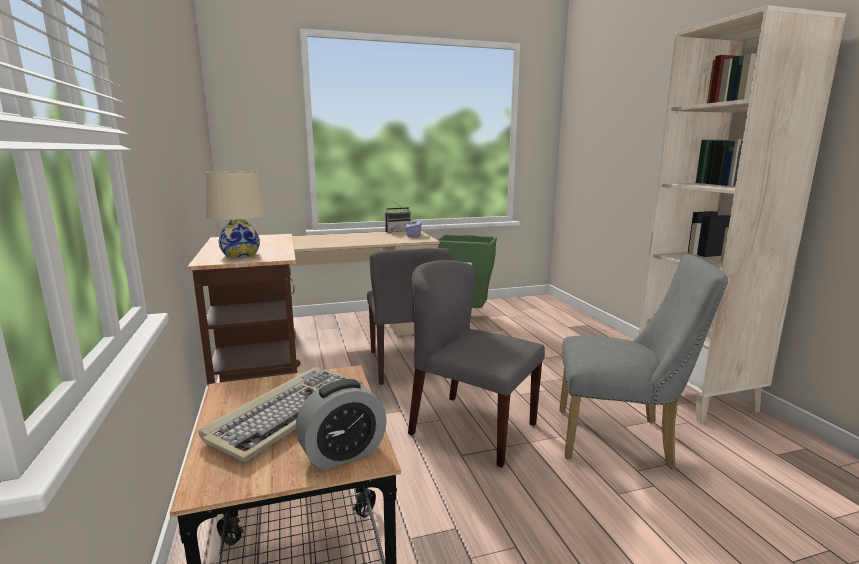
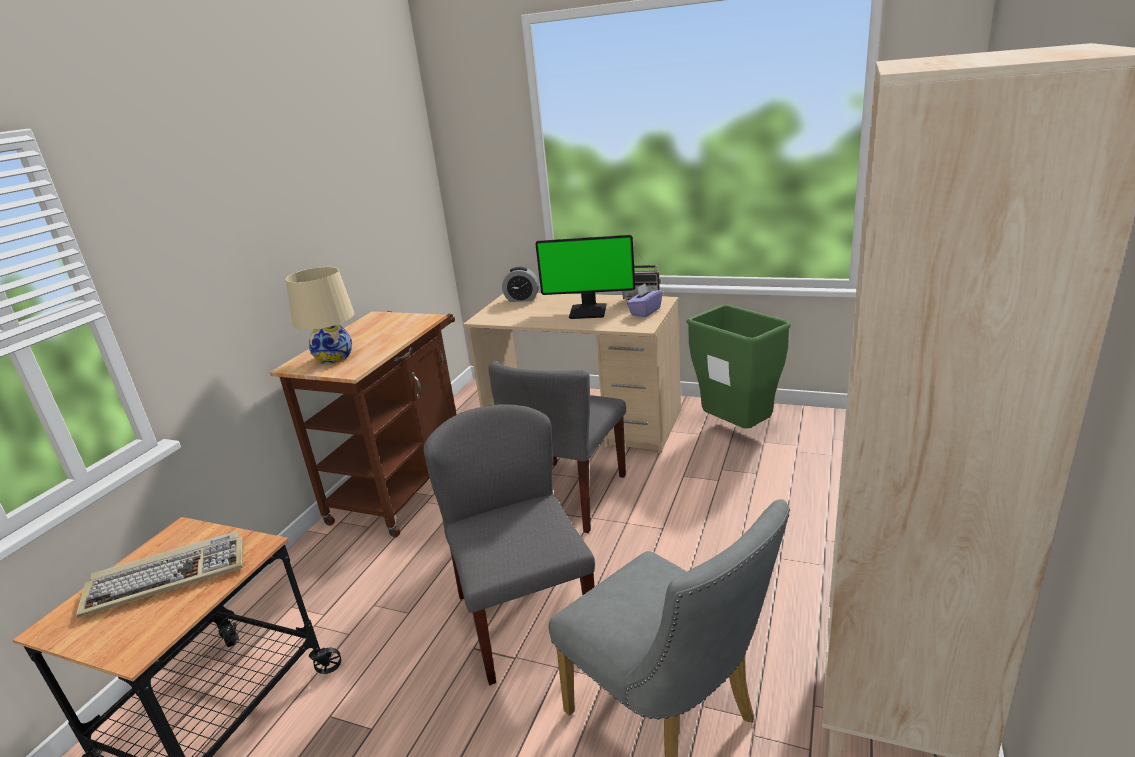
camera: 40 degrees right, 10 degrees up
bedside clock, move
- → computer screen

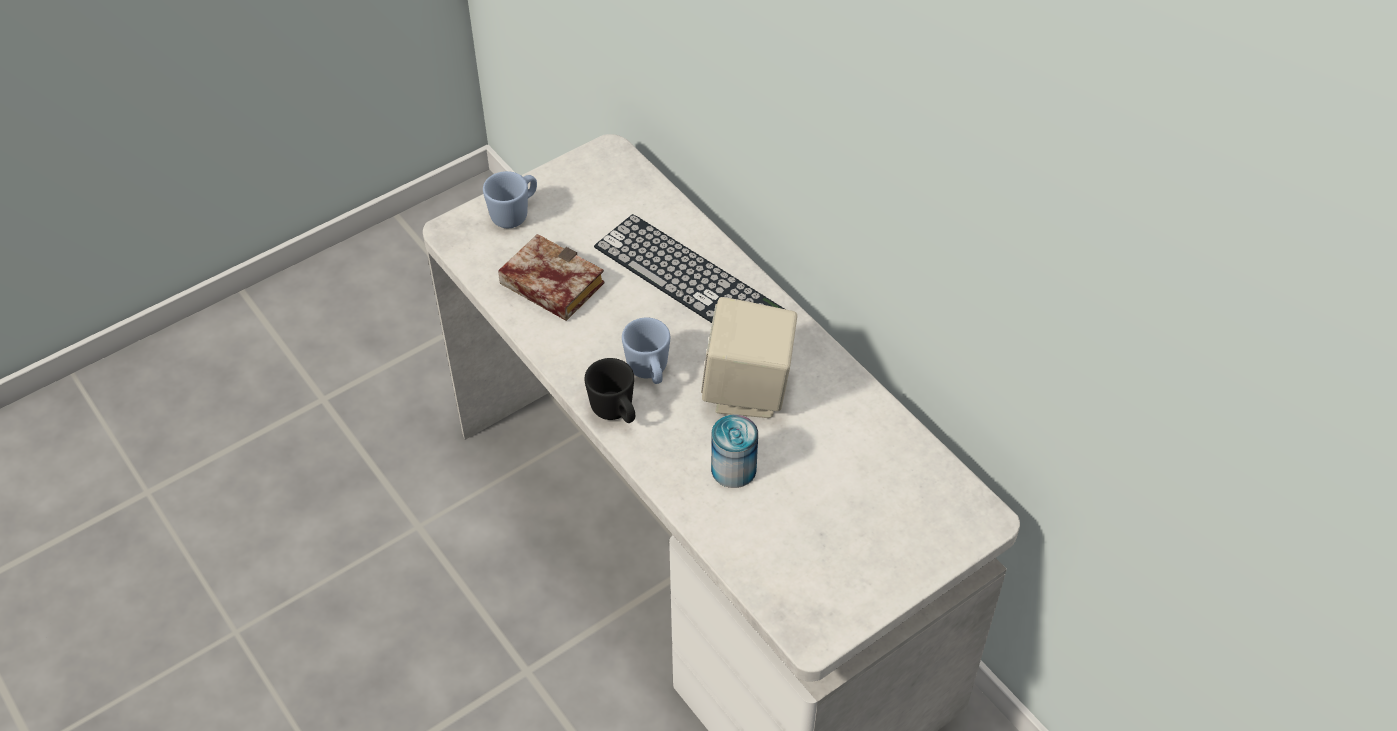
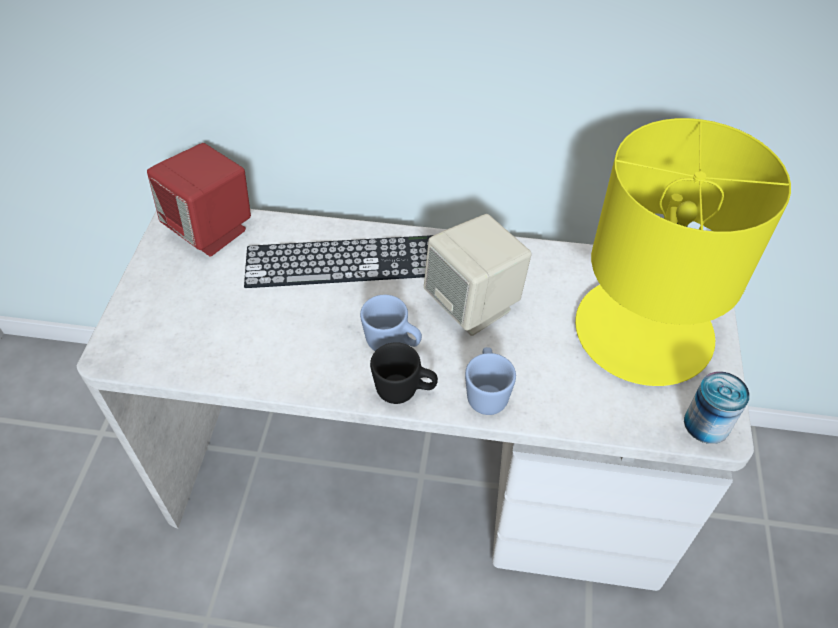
camera: 45 degrees left, 0 degrees up
- → reddish loudspeaker
blue coffee mug (1st from left in the first image) → blue coffee mug (2nd from left), move
- → yellow-coloured lamp for a table
sealed can, move
book → -

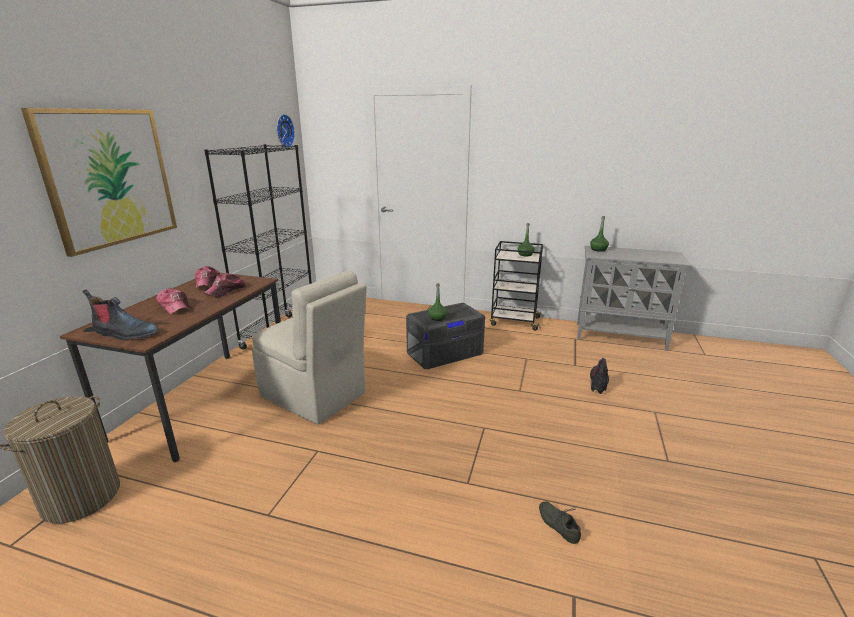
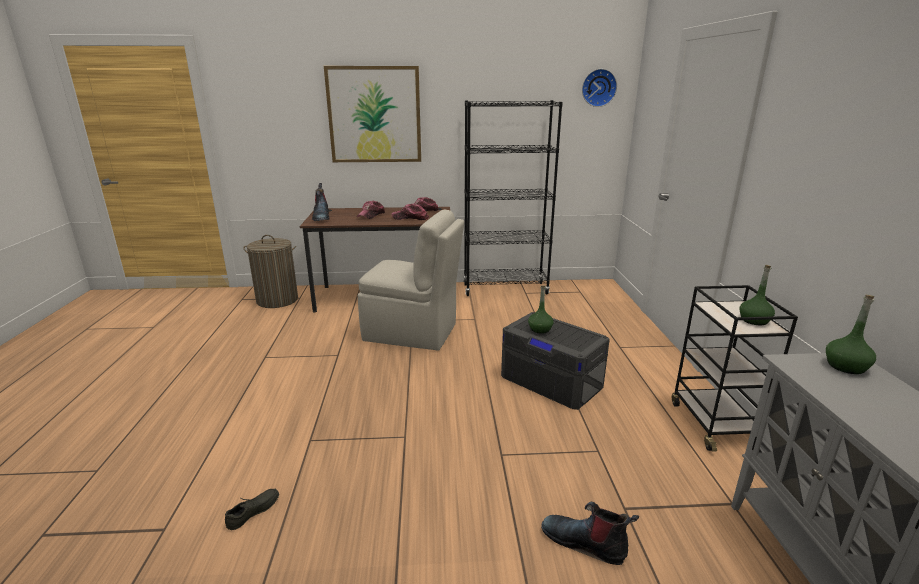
camera: 70 degrees right, 0 degrees up
sand-coloured plain chair, 90 degrees counterclockwise
boot (2nd from left), 150 degrees counterclockwise

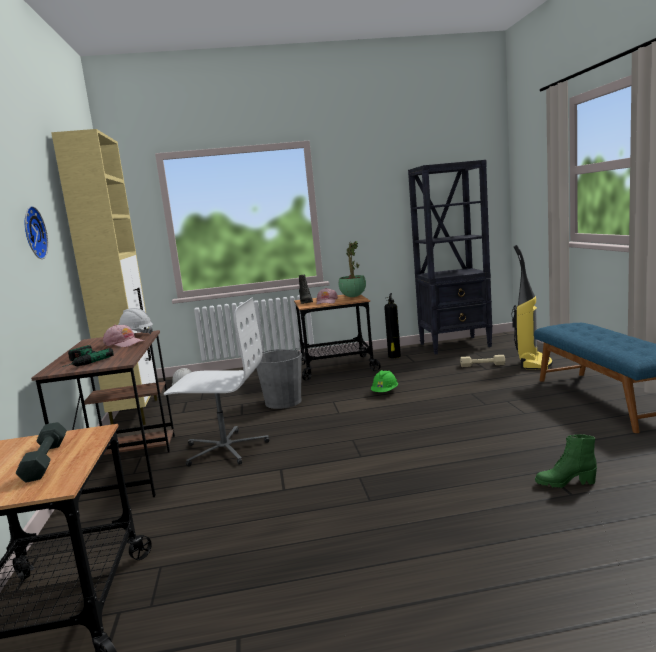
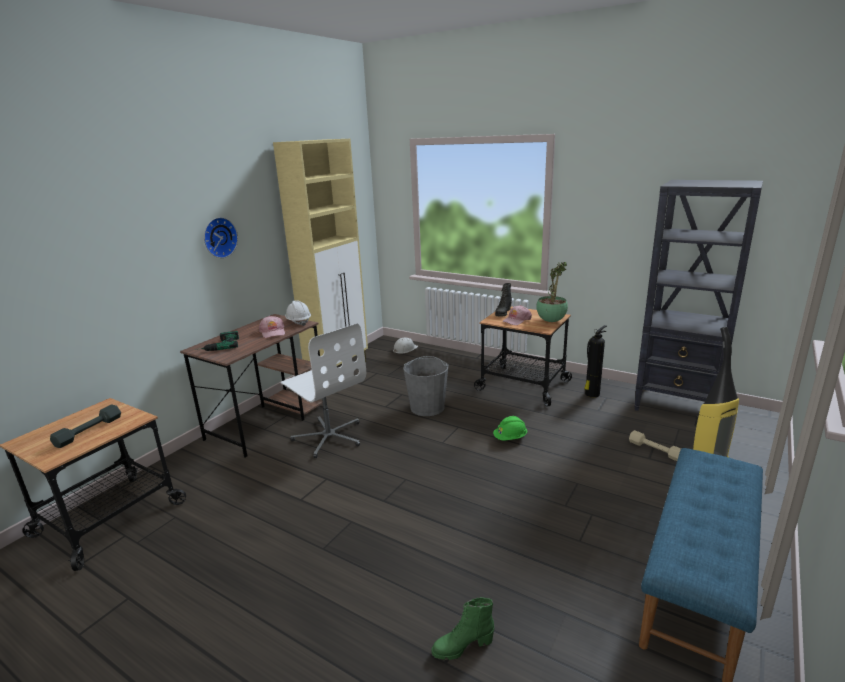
camera: 40 degrees right, 10 degrees up
greenish boot, 60 degrees counterclockwise

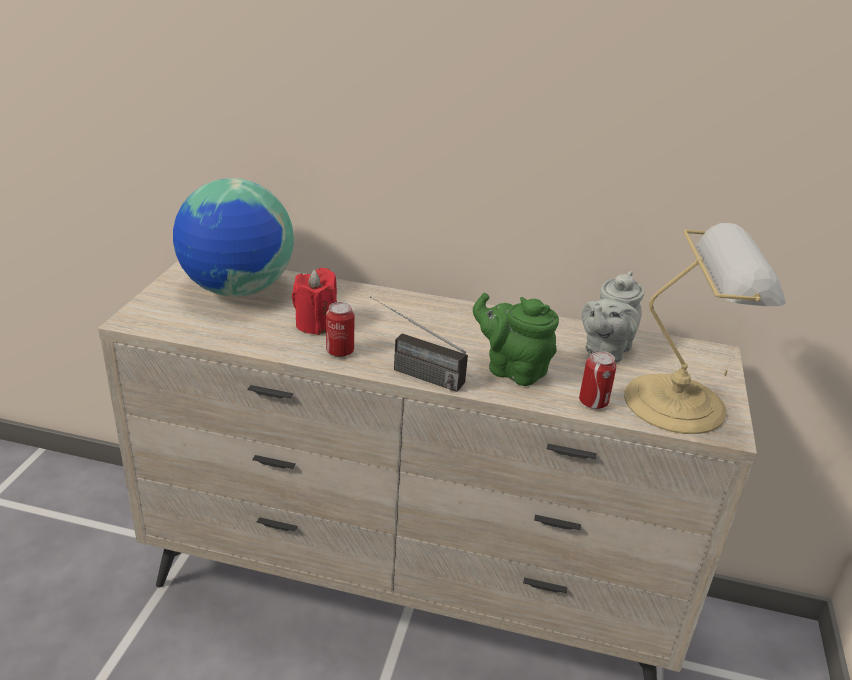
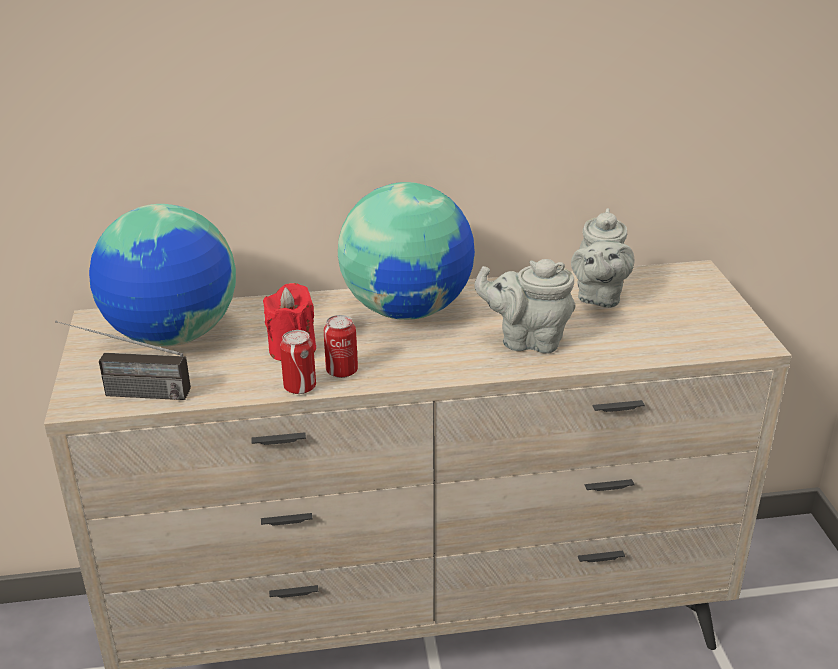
camera: 20 degrees left, 0 degrees up
radio receiver, move
sealed can (2nd from left in the first image) → sealed can (1st from left), move
- → desk globe (2nd from left)
greenish tea pot → greyish tea pot (1st from left)
lamp for a table → -

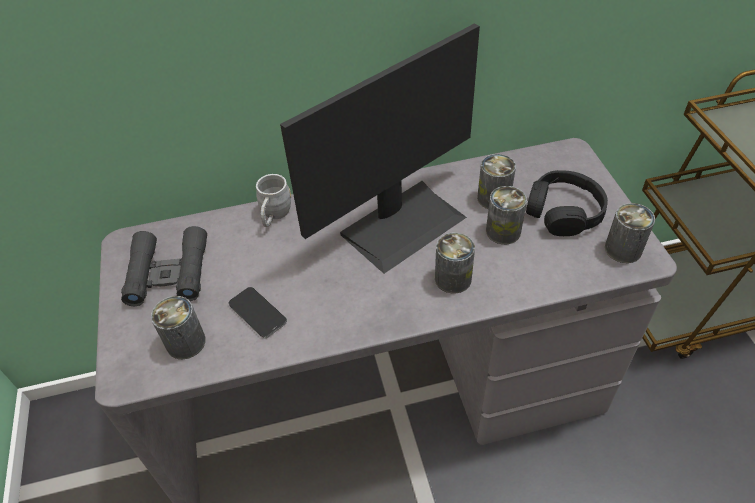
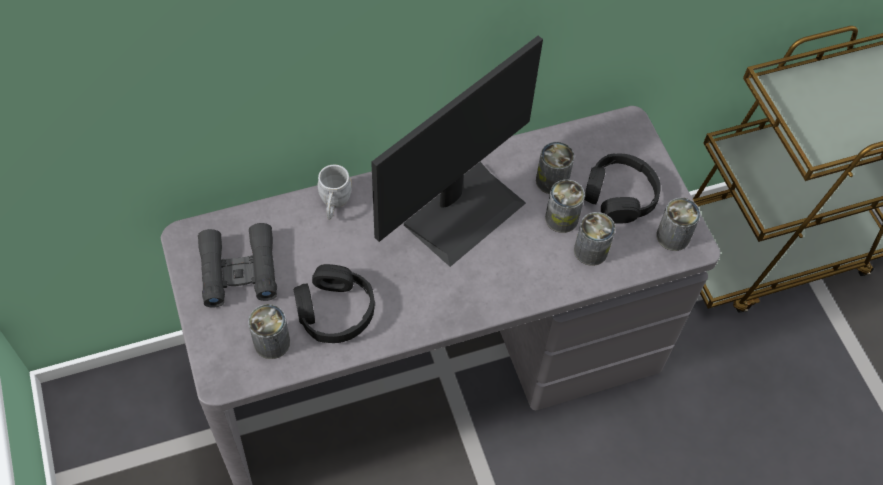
camera: 10 degrees left, 10 degrees up
handset → blackish headphones (1st from left)
sealed can (2nd from left in the first image) → sealed can (4th from left), move

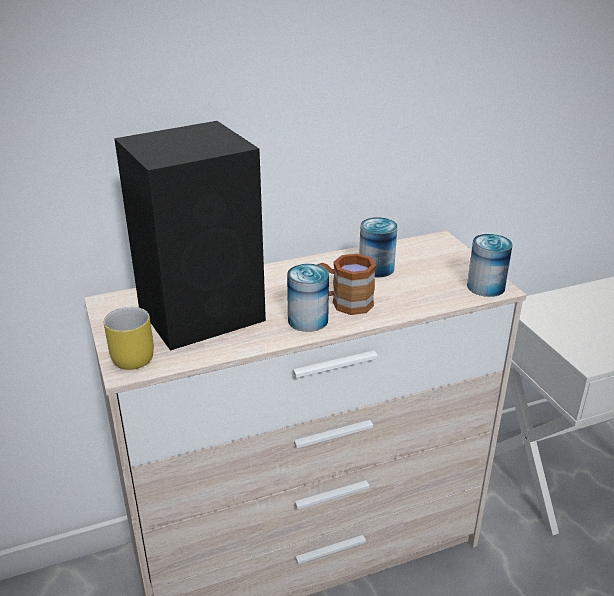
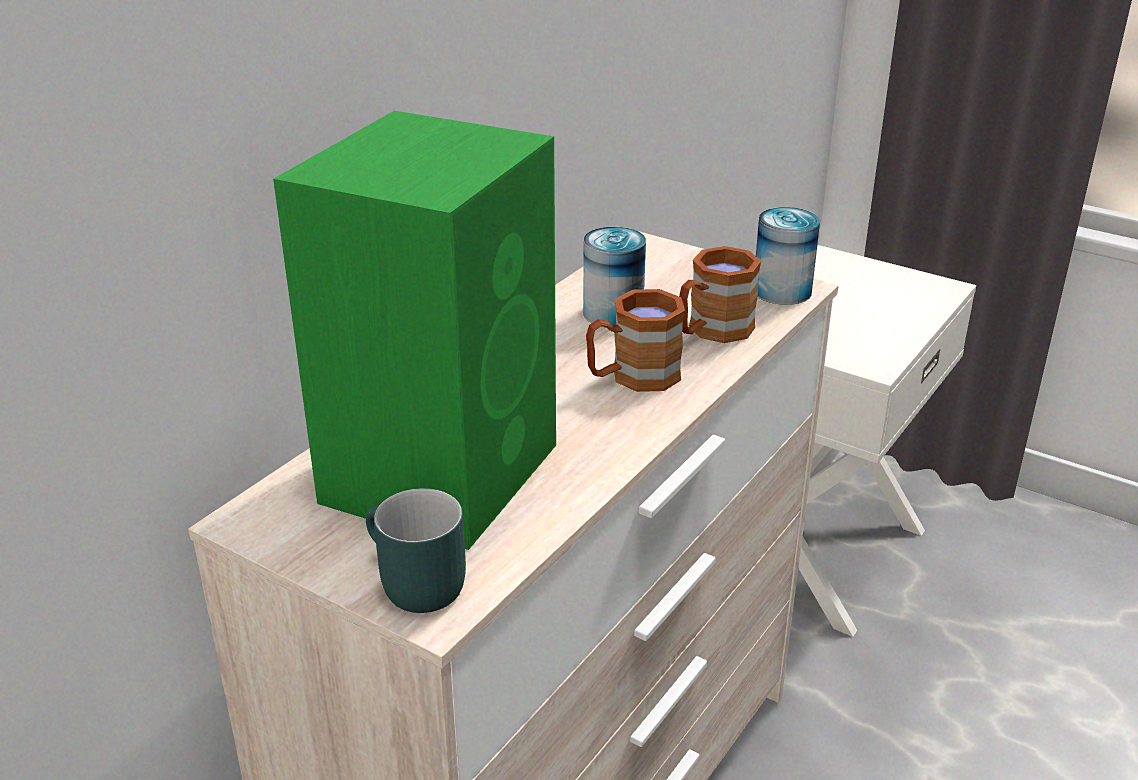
camera: 35 degrees left, 0 degrees up
blackish loudspeaker → greenish loudspeaker
yellow-coloured coffee mug → turquoise coffee mug
- → brownish coffee mug (2nd from left)
sealed can (1st from left) → -

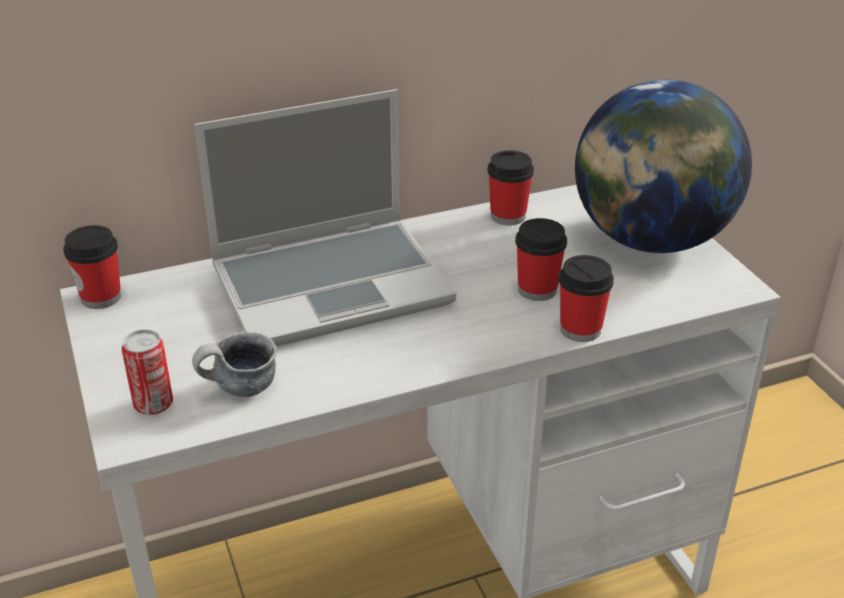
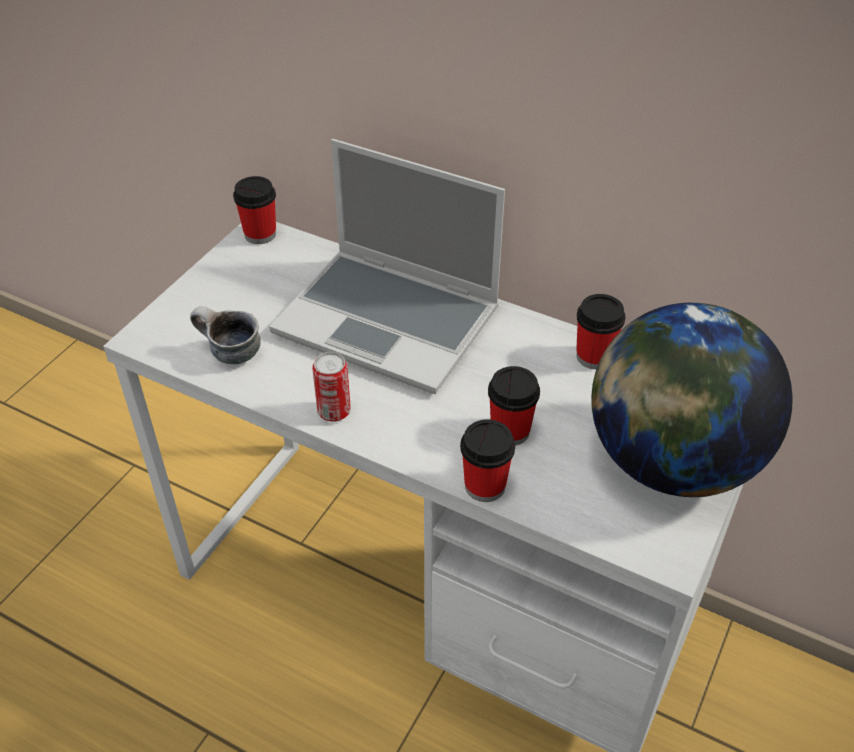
camera: 50 degrees right, 10 degrees up
sealed can, move

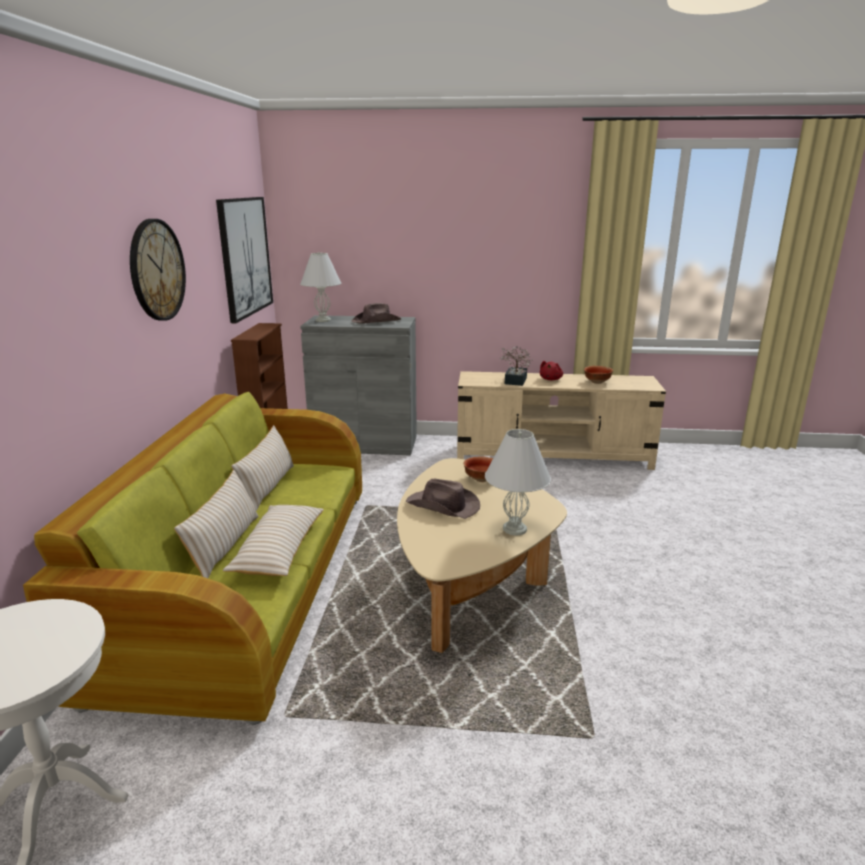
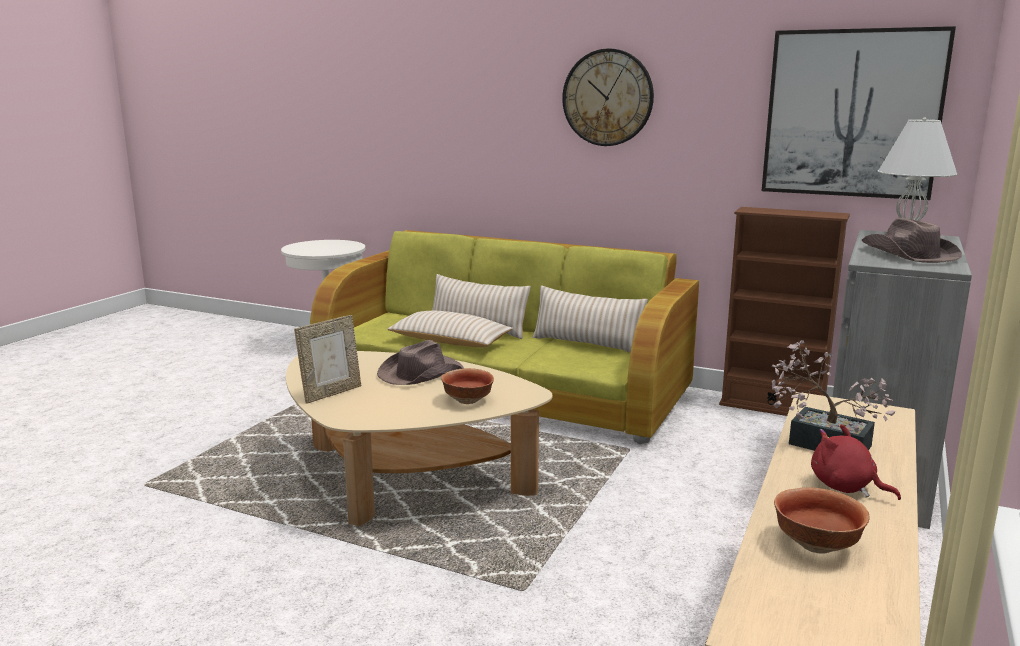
camera: 110 degrees right, 5 degrees down
white-coloured lamp for a table (2nd from left) → standing frame

